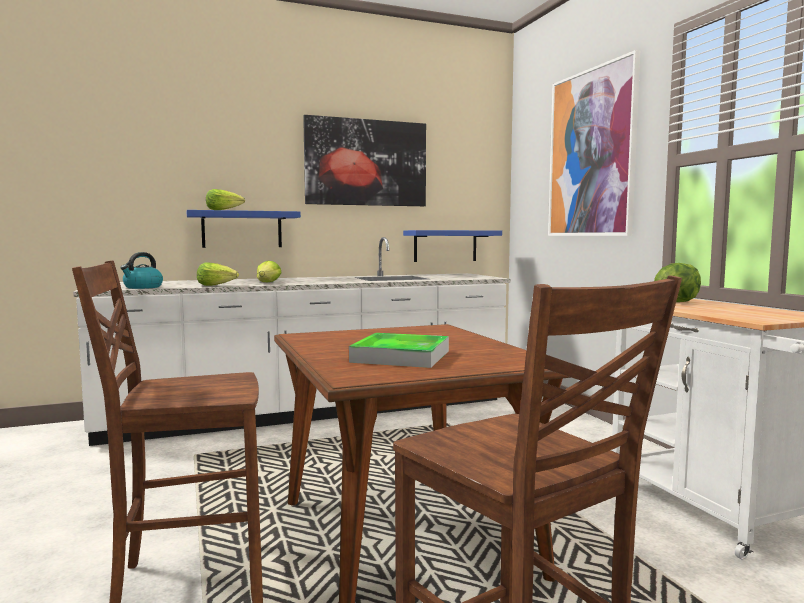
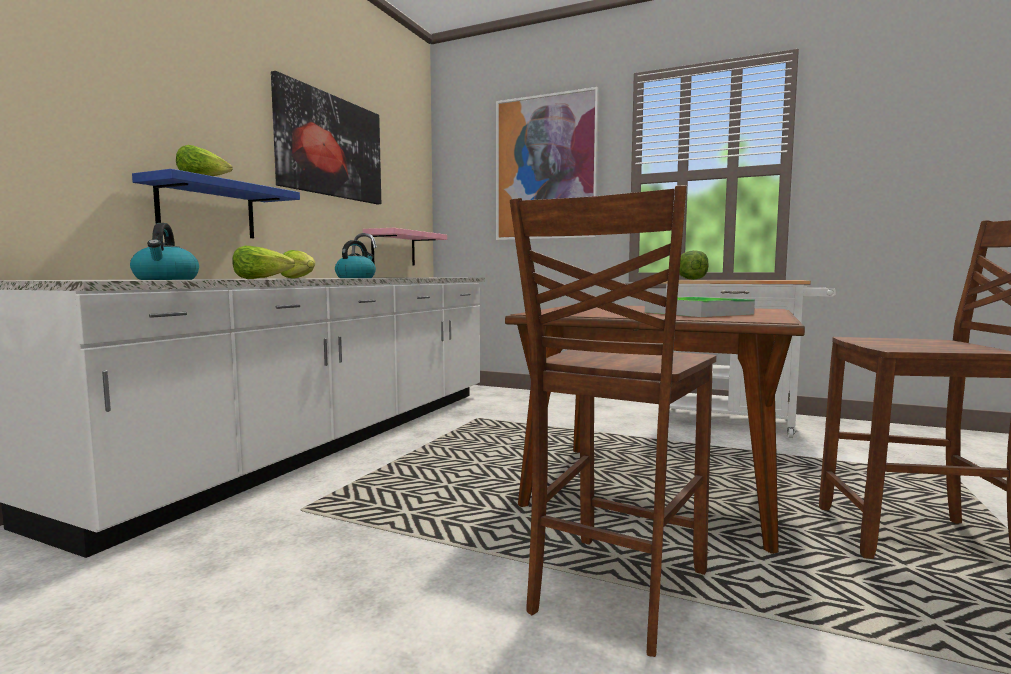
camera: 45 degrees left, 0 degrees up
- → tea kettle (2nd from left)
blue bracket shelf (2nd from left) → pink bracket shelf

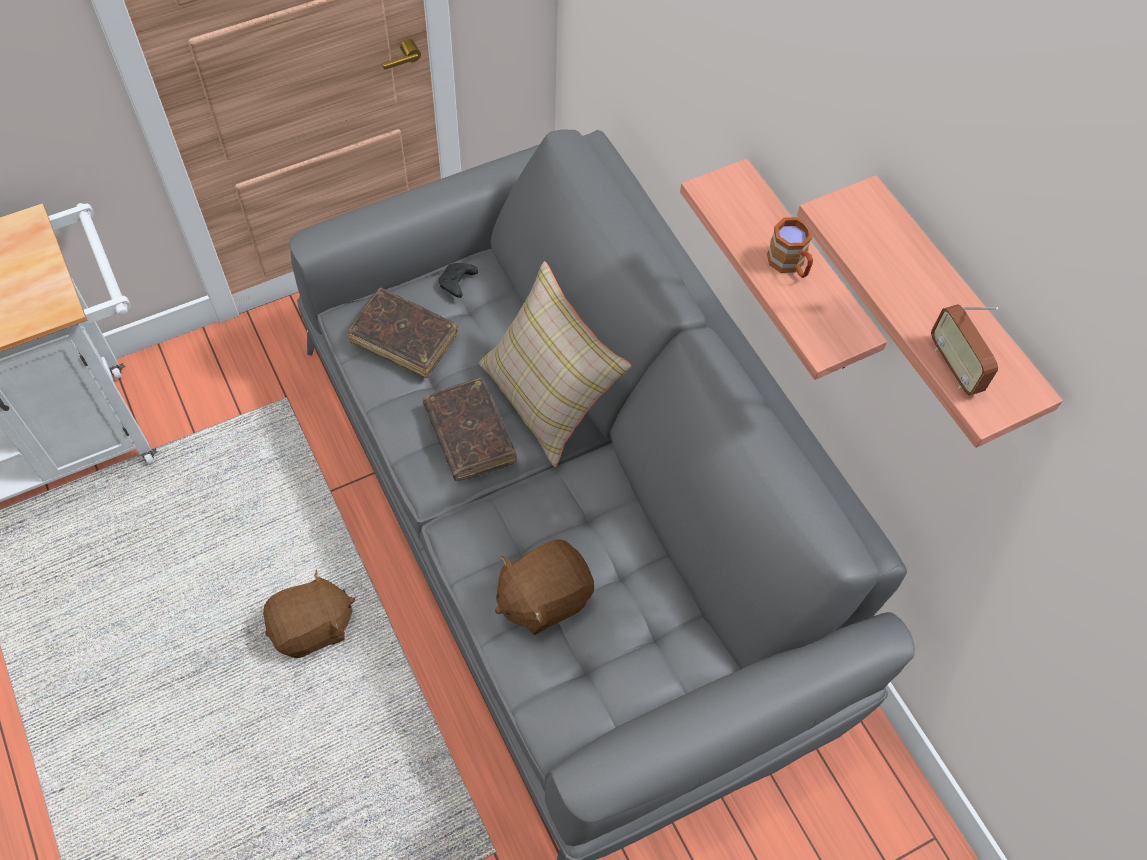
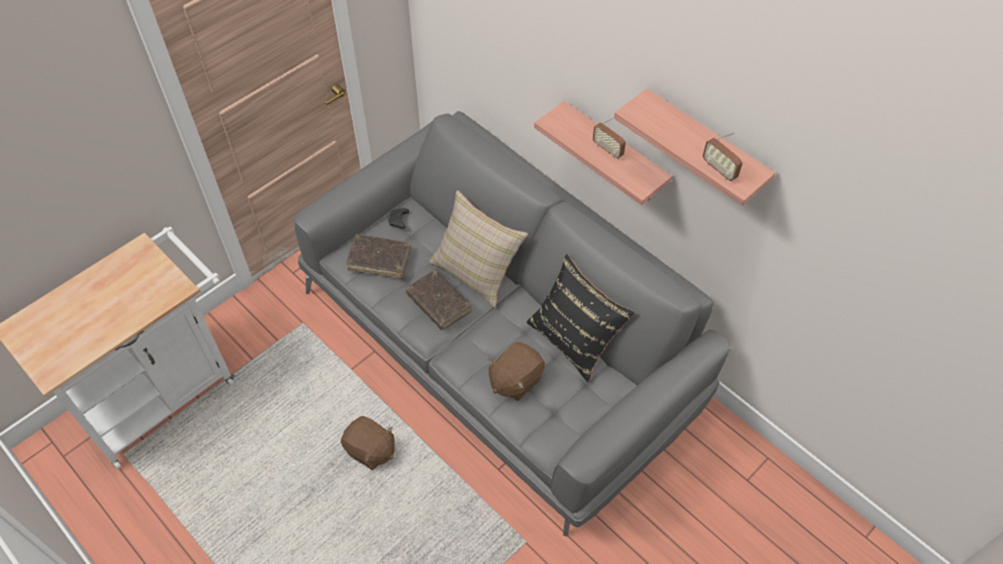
camera: 15 degrees left, 5 degrees down
brownish cuddly toy (1st from left), 75 degrees clockwise
- → blackish throw pillow
brownish coffee mug → radio receiver (1st from left)

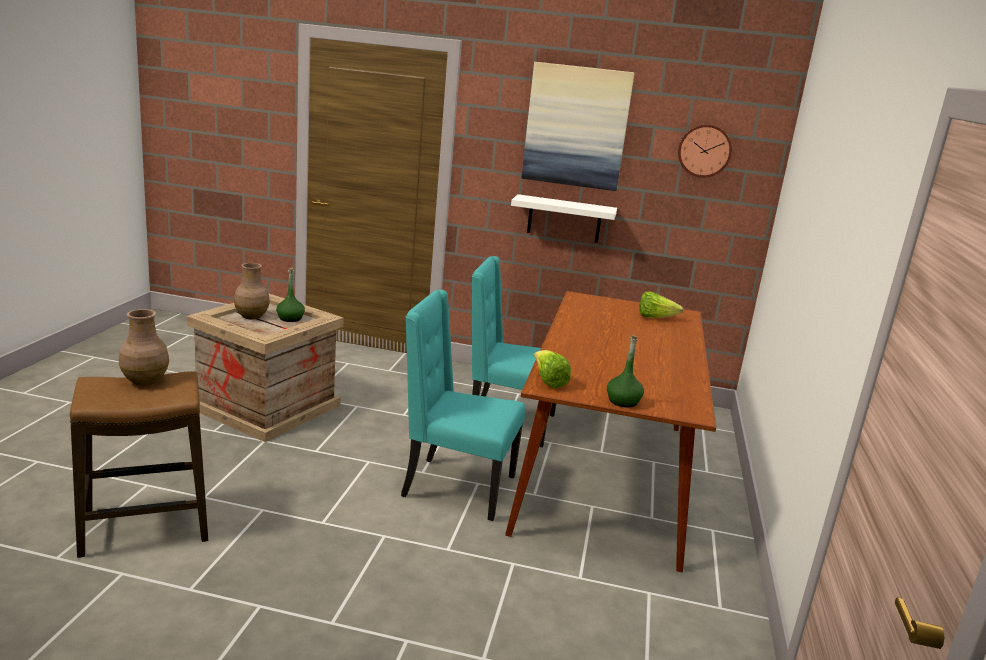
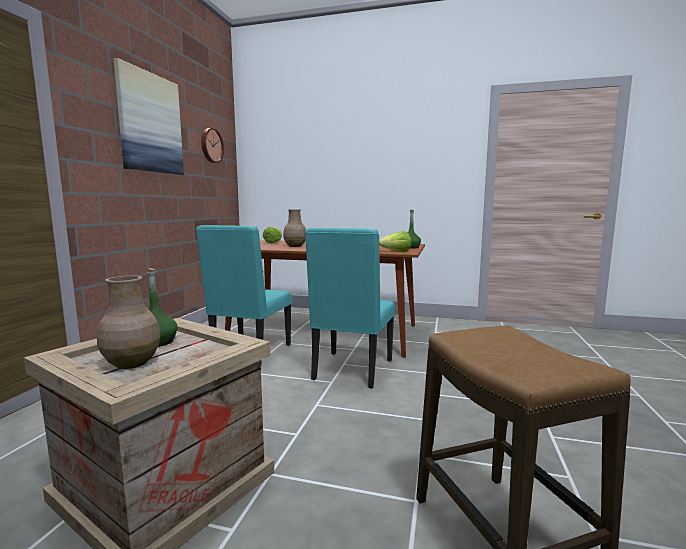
camera: 85 degrees left, 10 degrees down
brownish flower vase (1st from left in the first image) → brownish flower vase (2nd from left), move
white-coloured bracket shelf → -

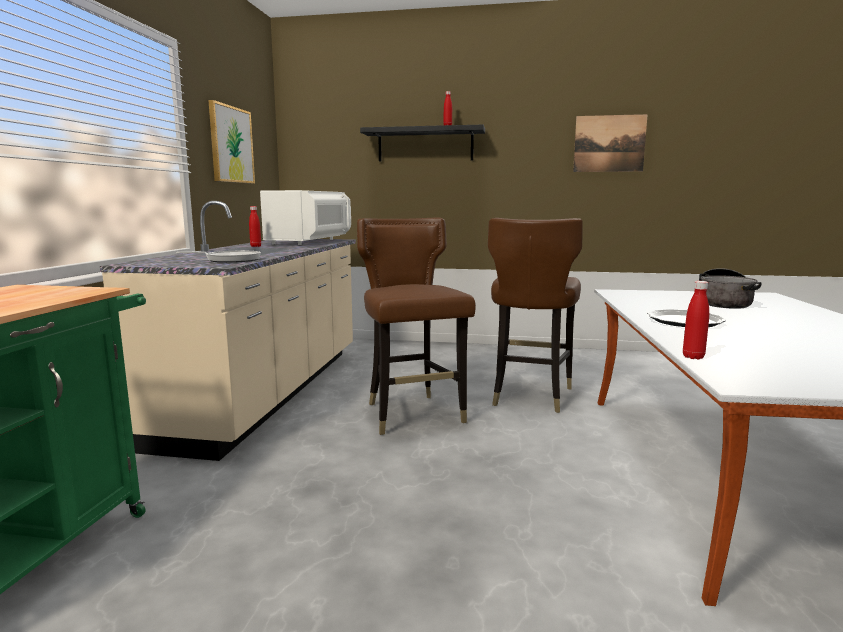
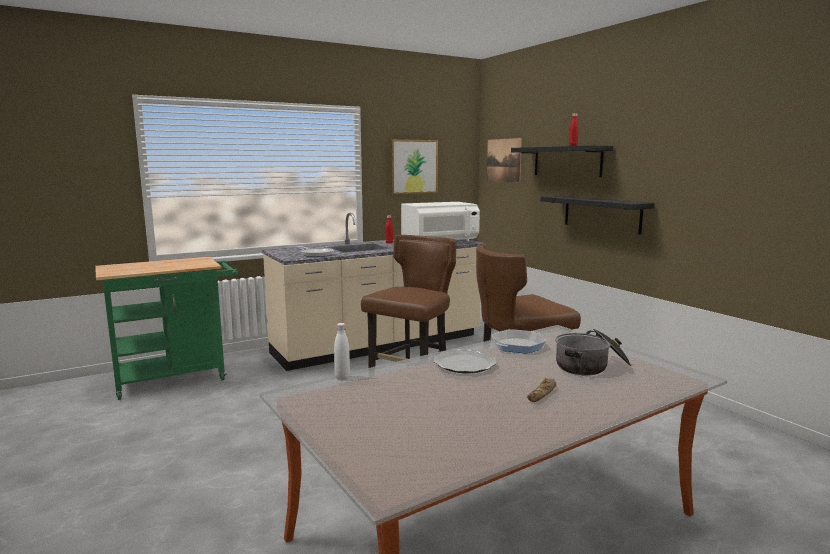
camera: 50 degrees right, 0 degrees up
reddish bottle (3rd from left) → white-coloured bottle
wall art (2nd from left), move
- → skillet (2nd from left)
- → baked bread
- → blackish bracket shelf (2nd from left)

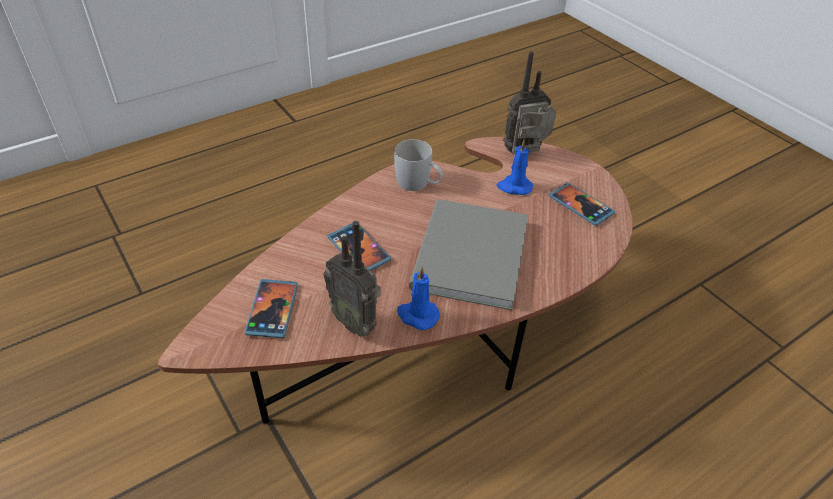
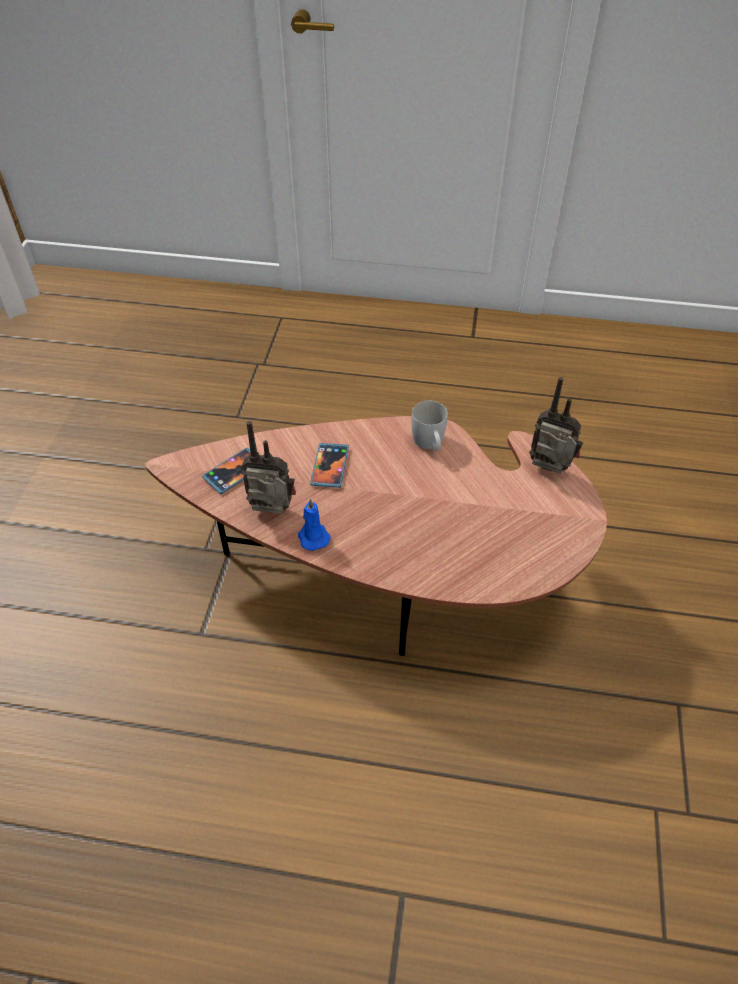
camera: 45 degrees right, 5 degrees up
radio receiver (1st from left), 105 degrees clockwise
greyish book → -
blue wax candle (2nd from left) → -
handset (3rd from left) → -

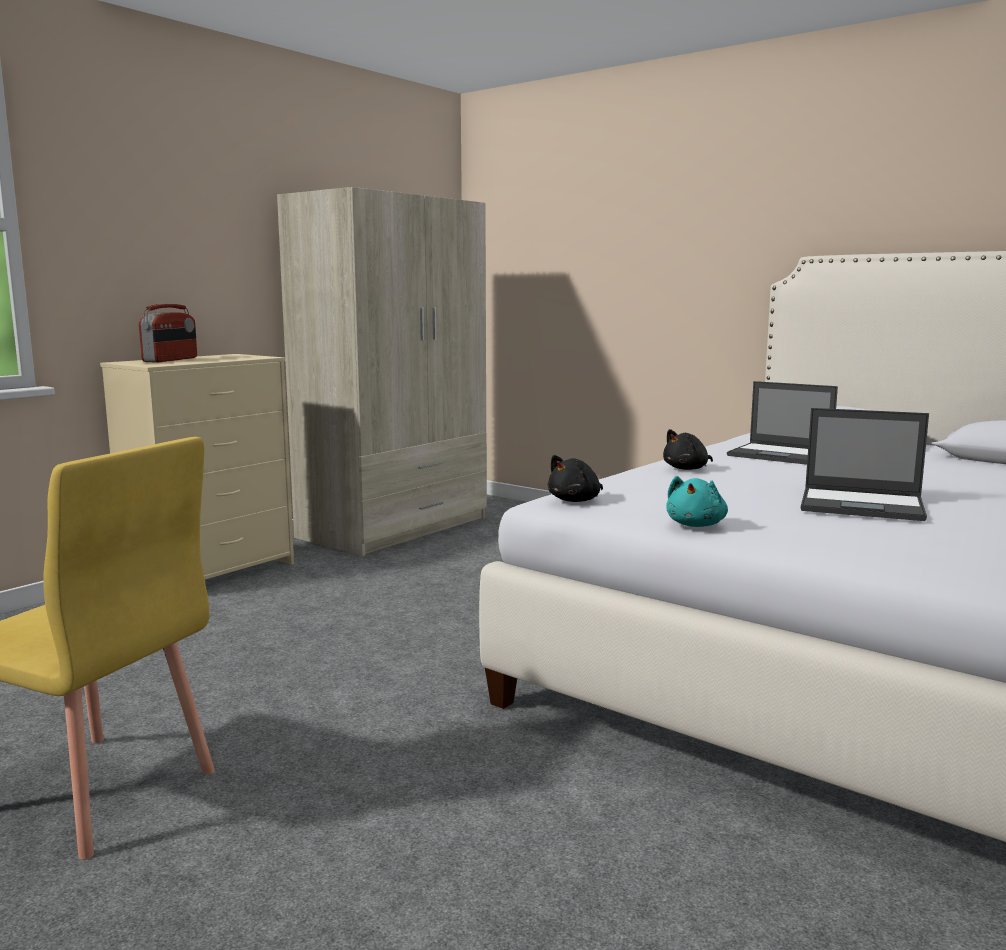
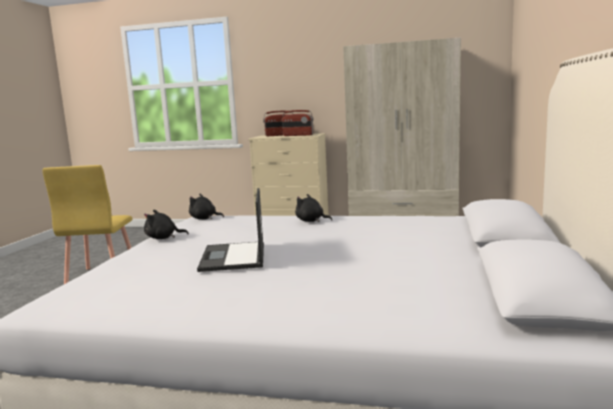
camera: 65 degrees right, 0 degrees up
turquoise cuddly toy → blackish cuddly toy (1st from left)
- → radio receiver (2nd from left)
notebook computer (1st from left) → -

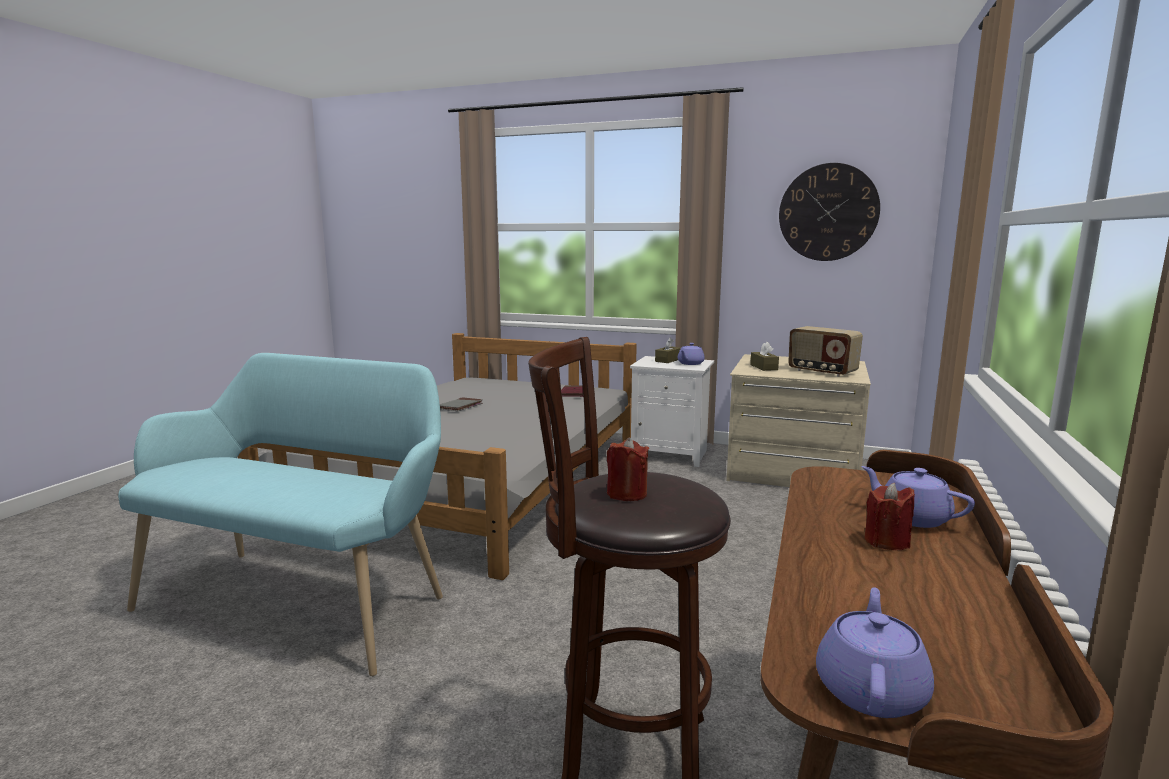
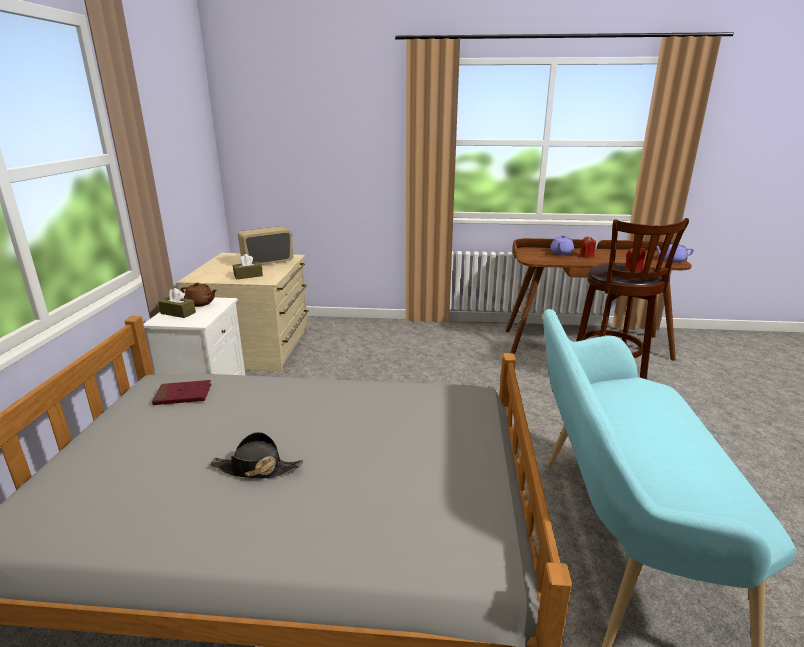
camera: 105 degrees left, 10 degrees up
purple tea pot (1st from left) → brownish tea pot
greyish book → blackish hat
radio receiver, 150 degrees counterclockwise
wall clock → -

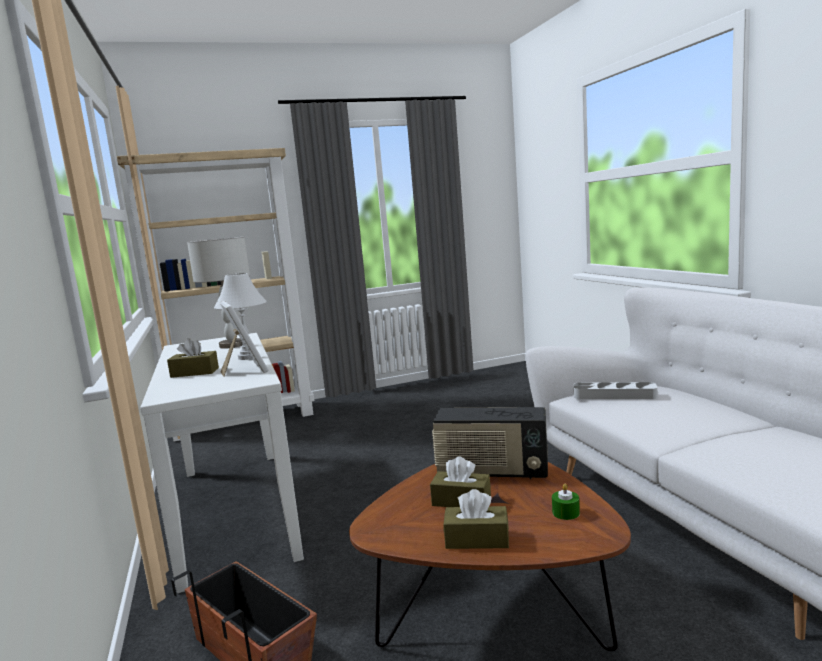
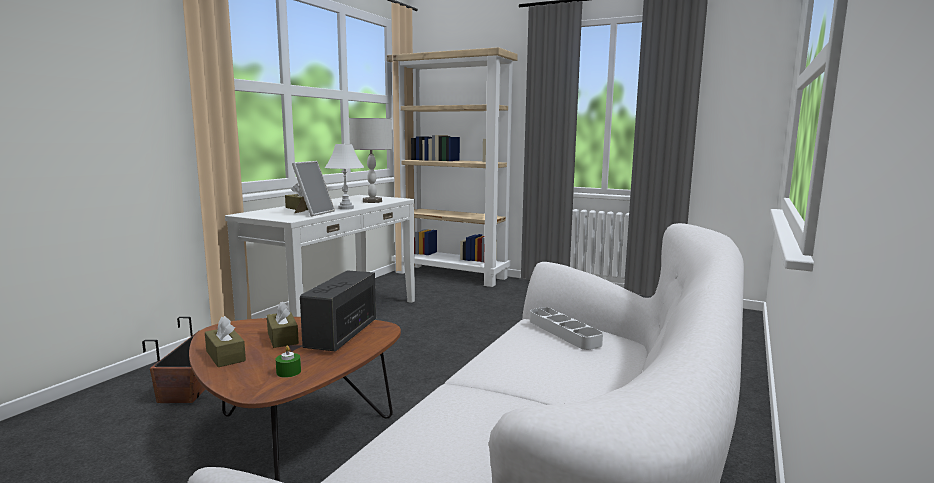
camera: 45 degrees right, 0 degrees up
radio receiver, 45 degrees clockwise

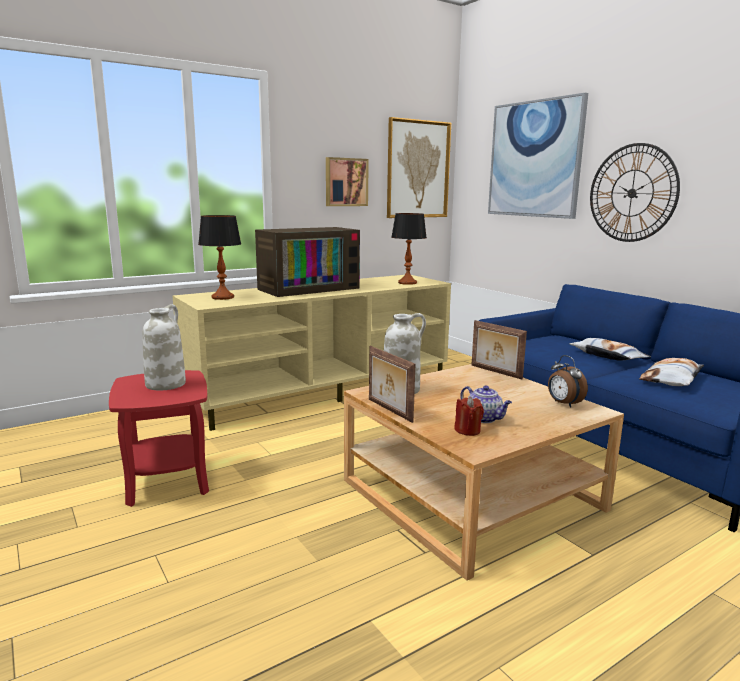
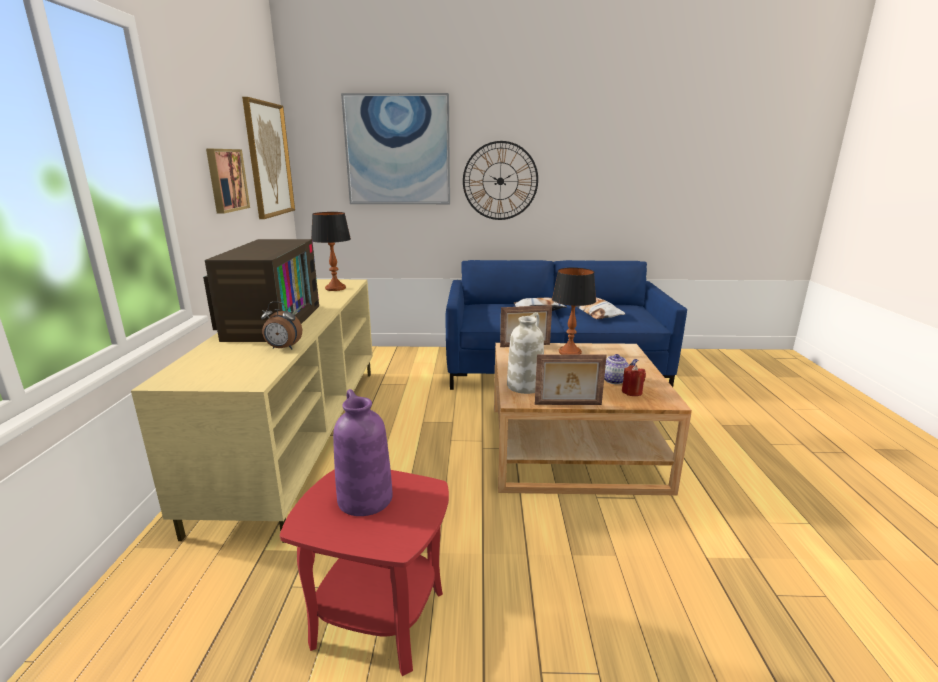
camera: 55 degrees left, 5 degrees up
bedside clock, move
white-coloured flower vase (1st from left) → purple flower vase
lamp for a table (1st from left in the first image) → lamp for a table (2nd from left), move

